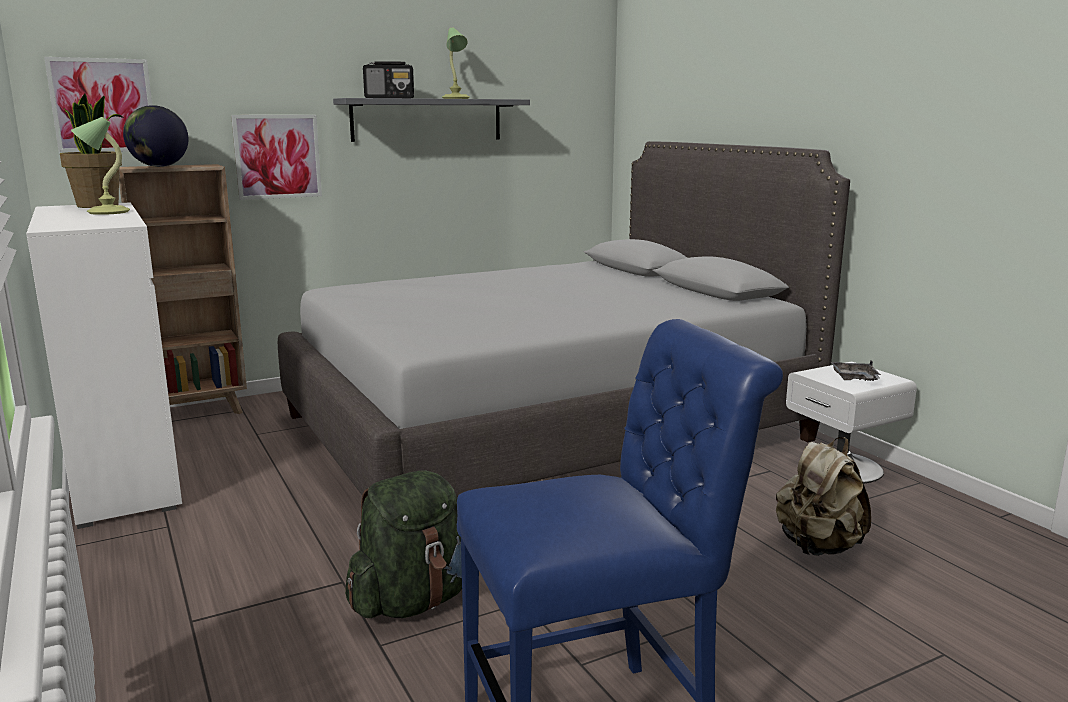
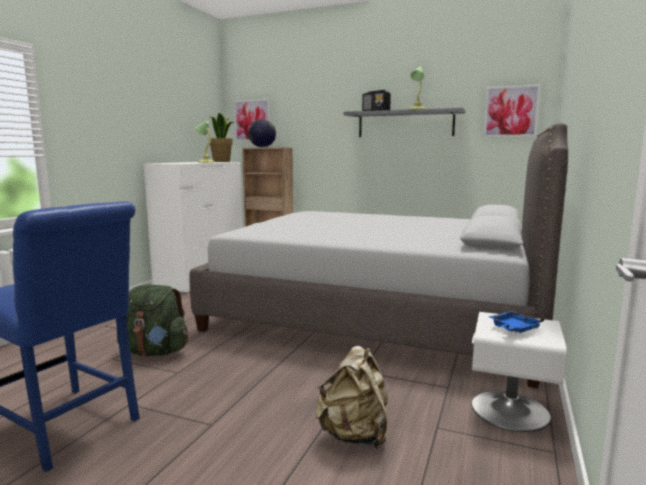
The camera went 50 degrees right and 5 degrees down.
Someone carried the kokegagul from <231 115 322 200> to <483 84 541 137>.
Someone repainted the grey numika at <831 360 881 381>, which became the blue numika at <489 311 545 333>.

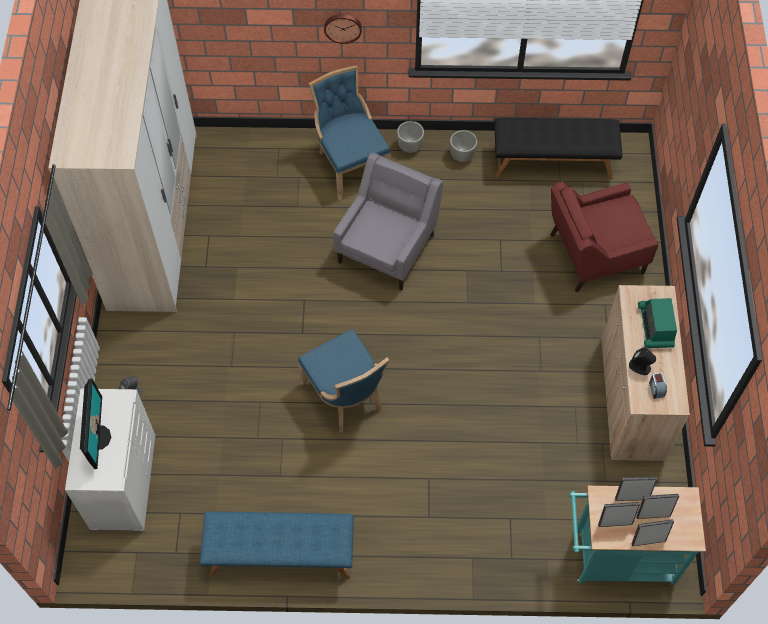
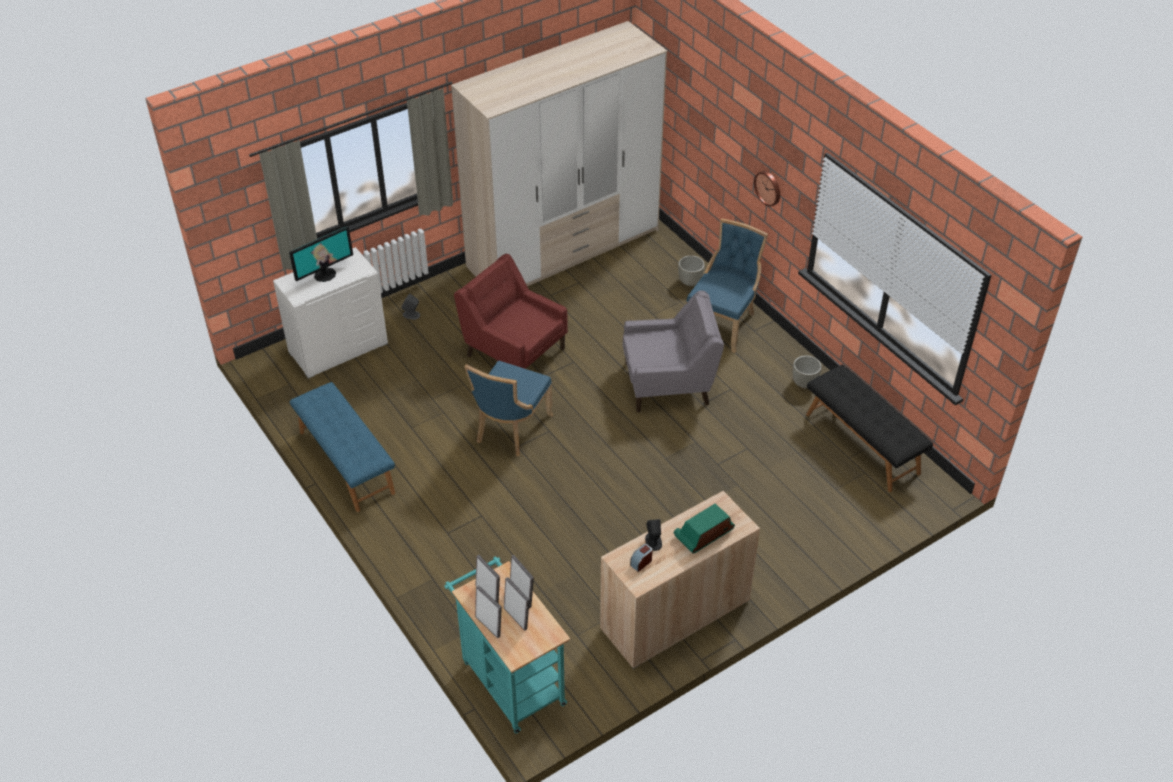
The camera went 55 degrees right and 15 degrees down.
Someone carried the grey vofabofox from <397 121 424 153> to <678 256 705 286>.
Someone carried the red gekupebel from <550 182 658 292> to <454 254 568 369>.

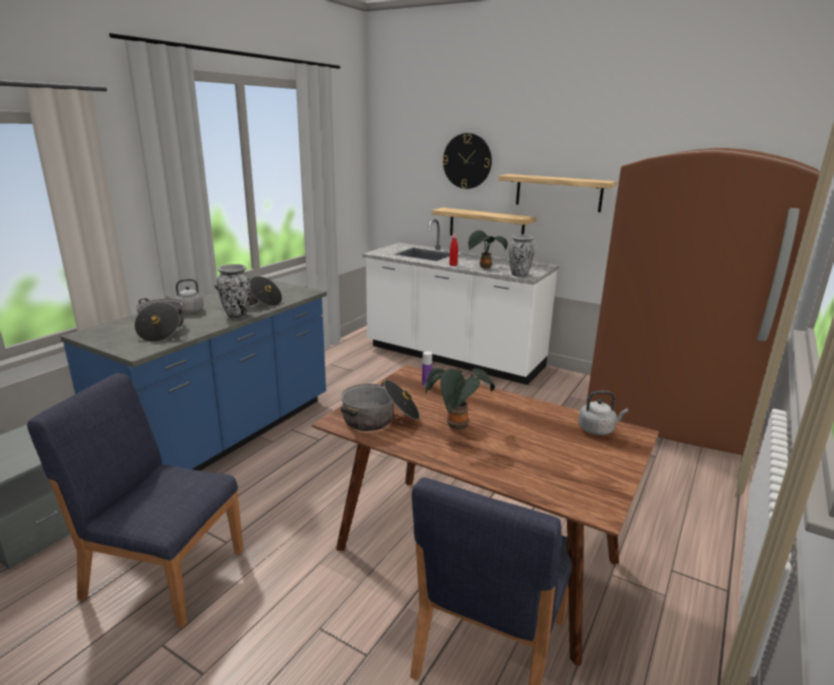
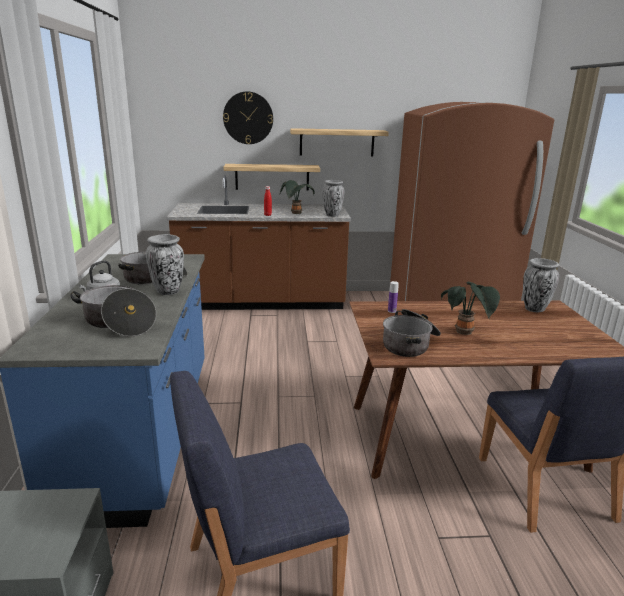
The camera went 35 degrees left and 0 degrees up.
Someone swapped the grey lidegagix at <578 391 628 435> for the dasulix at <523 258 559 312>.
Someone repainted the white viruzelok at <362 219 559 385>, which became the brown viruzelok at <167 175 351 310>.

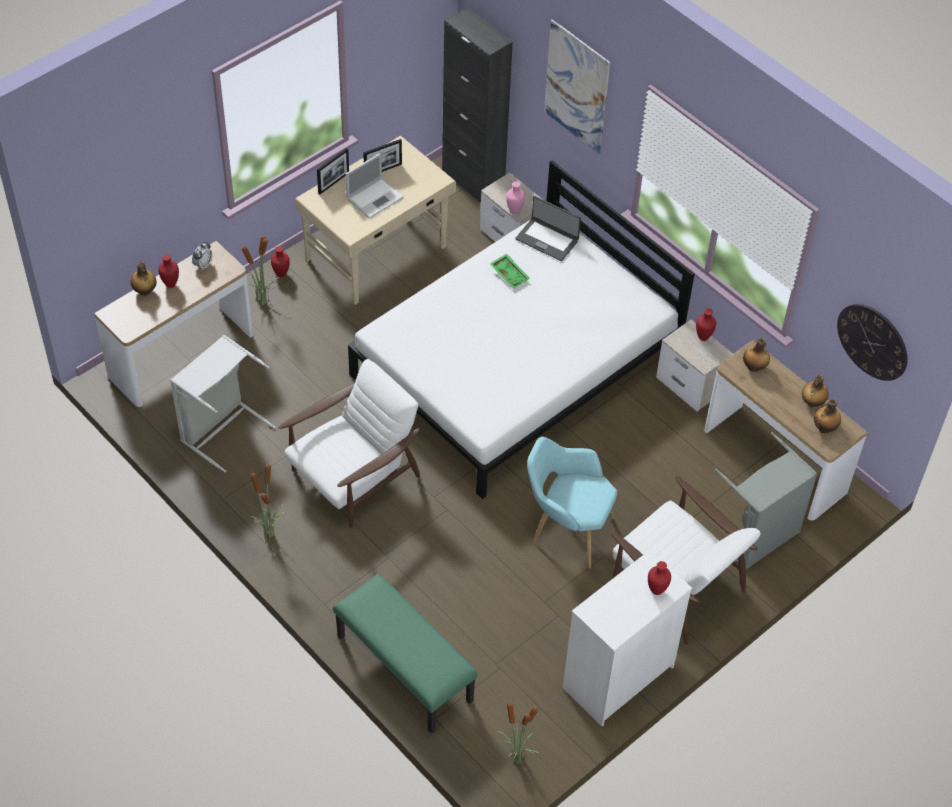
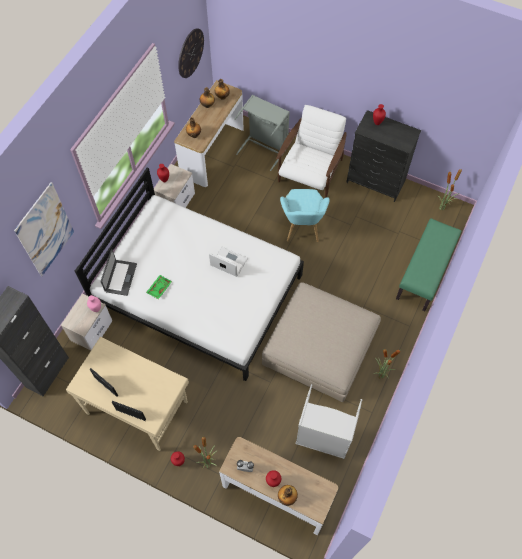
The camera went 110 degrees left and 10 degrees up.
Someone carried the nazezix from <345 153 404 219> to <209 247 248 277>.
Someone swapped the white gekupebel at <278 359 420 528> for the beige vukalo at <262 282 381 402>.
Someone repainted the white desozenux at <563 550 692 726>, which became the black desozenux at <346 110 421 202>.

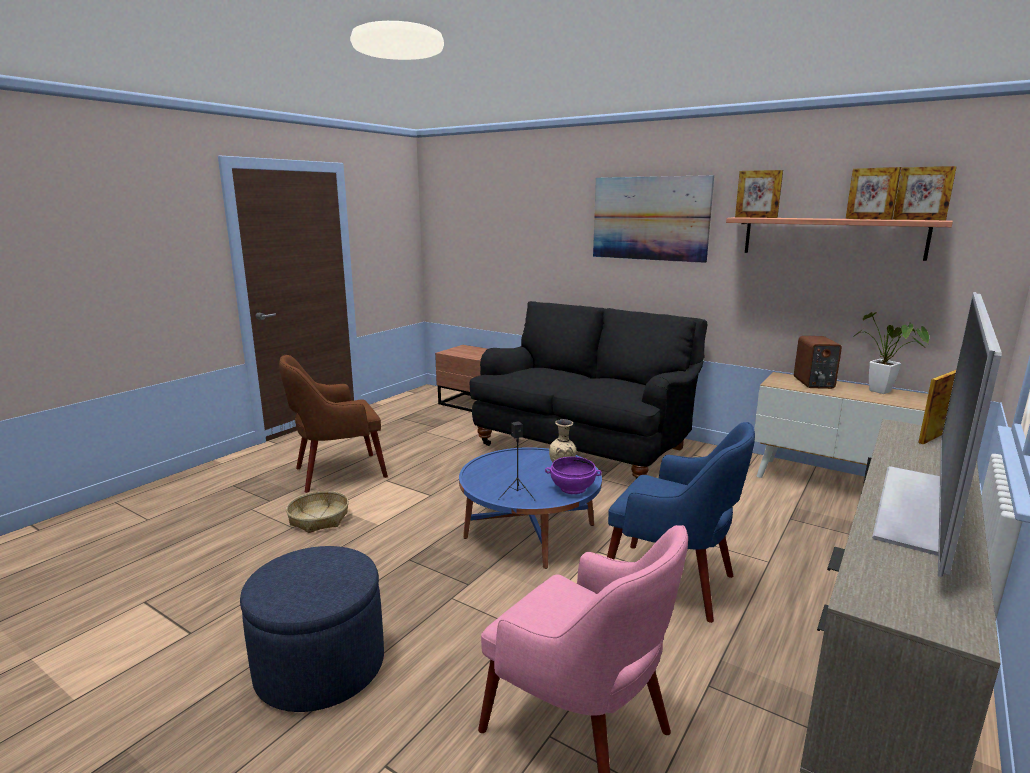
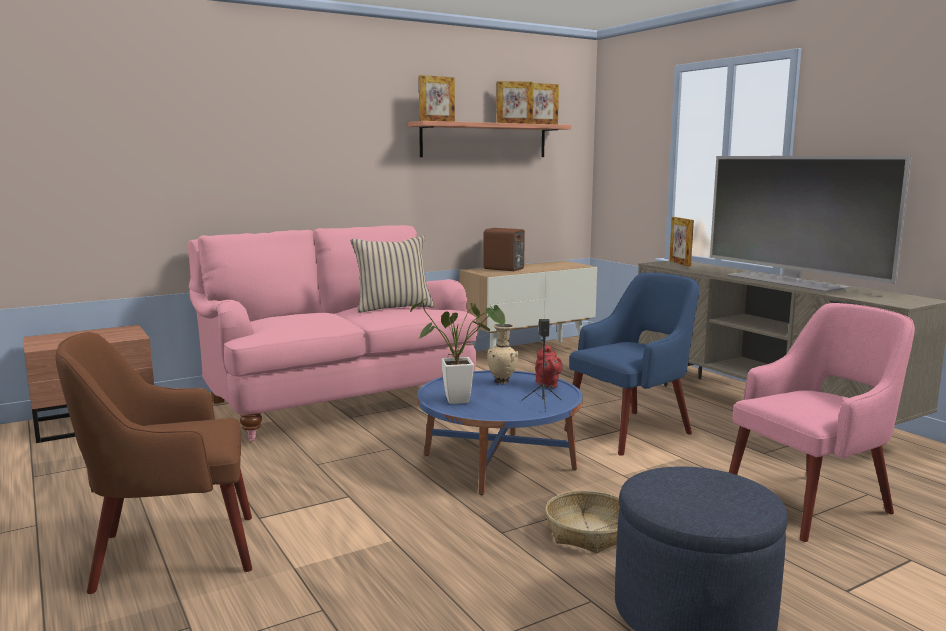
The camera went 65 degrees left and 5 degrees down.
Someone took away the kokegagul at <593 175 714 263>.
Someone put down the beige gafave at <350 235 434 312>.
Someone carried the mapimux from <286 491 349 533> to <545 491 620 554>.
Someone carried the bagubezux from <852 312 929 394> to <410 298 505 404>.
Someone swapped the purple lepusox at <545 457 602 494> for the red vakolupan at <535 345 563 388>.
Someone repainted the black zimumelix at <470 301 708 479>, which became the pink zimumelix at <187 225 477 442>.
Someone rotated the brown gekupebel at <279 355 388 493> by 75 degrees clockwise.

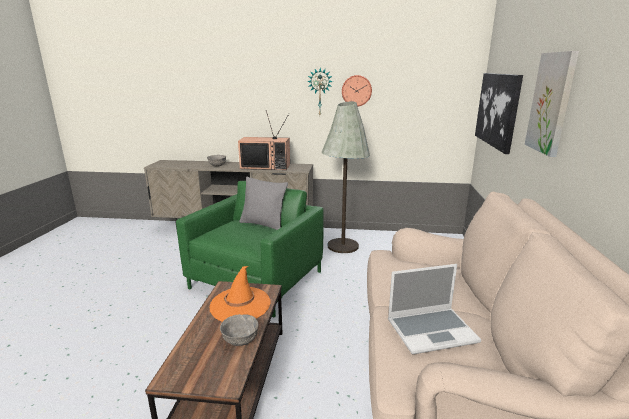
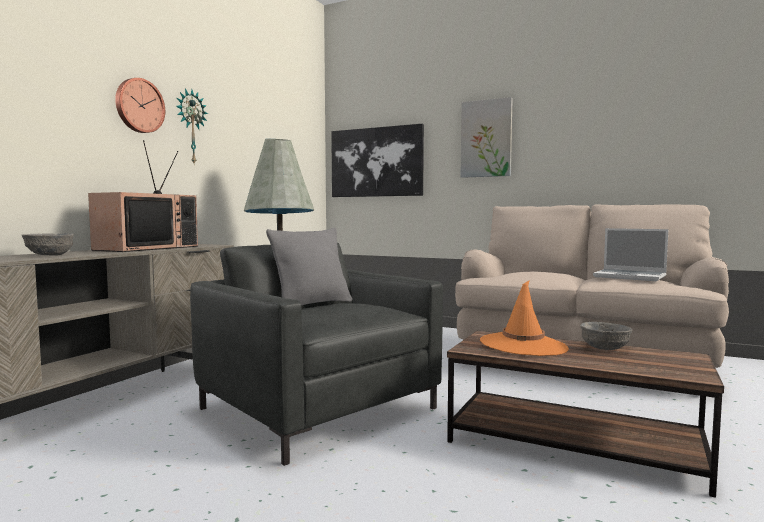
The camera went 70 degrees left and 15 degrees down.
Someone carried the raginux from <342 75 372 106> to <115 78 165 133>.
Someone repainted the green gekupebel at <176 181 324 317>, which became the grey gekupebel at <190 243 443 466>.
Someone rotated the nazezix at <388 264 481 354> by 120 degrees clockwise.

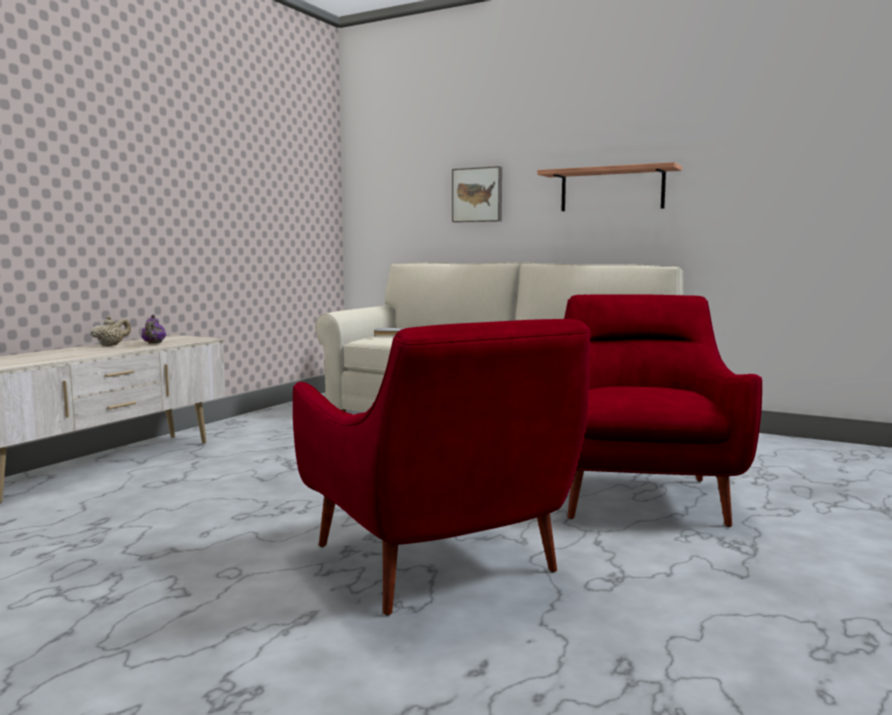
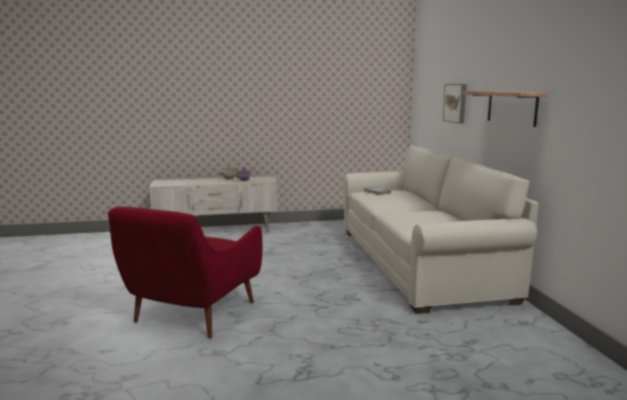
The camera went 50 degrees right and 5 degrees up.
Someone took away the red gekupebel at <564 294 762 527>.

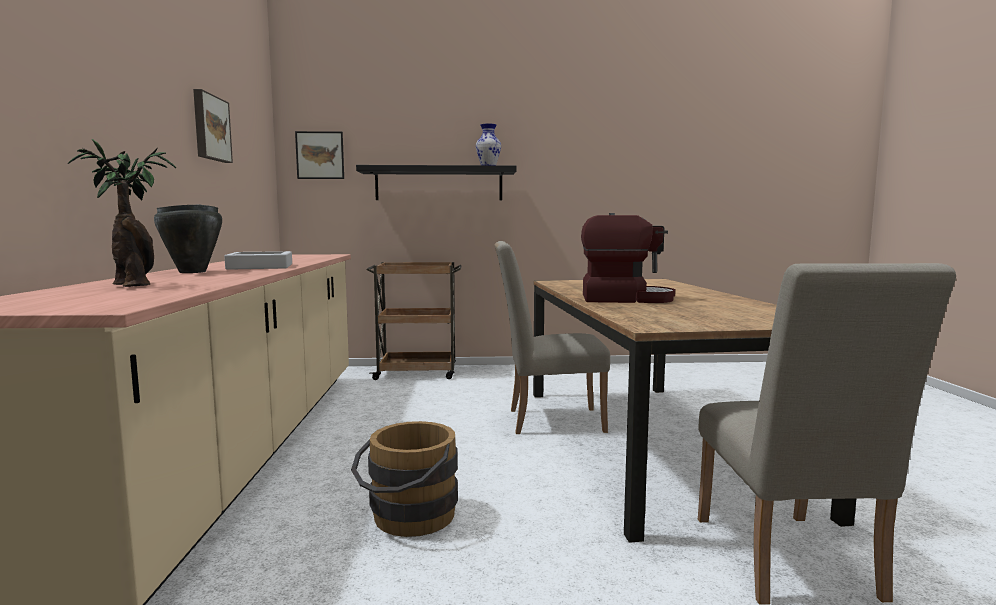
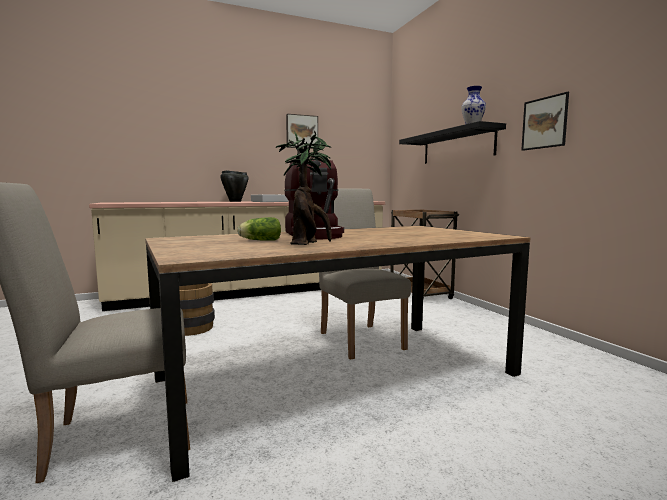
The camera went 70 degrees right and 0 degrees up.
Someone put down the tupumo at <237 217 281 241>.
Someone carried the bagubezux from <68 139 176 287> to <275 131 332 245>.
Someone carried the kokegagul from <295 131 344 179> to <521 92 569 151>.

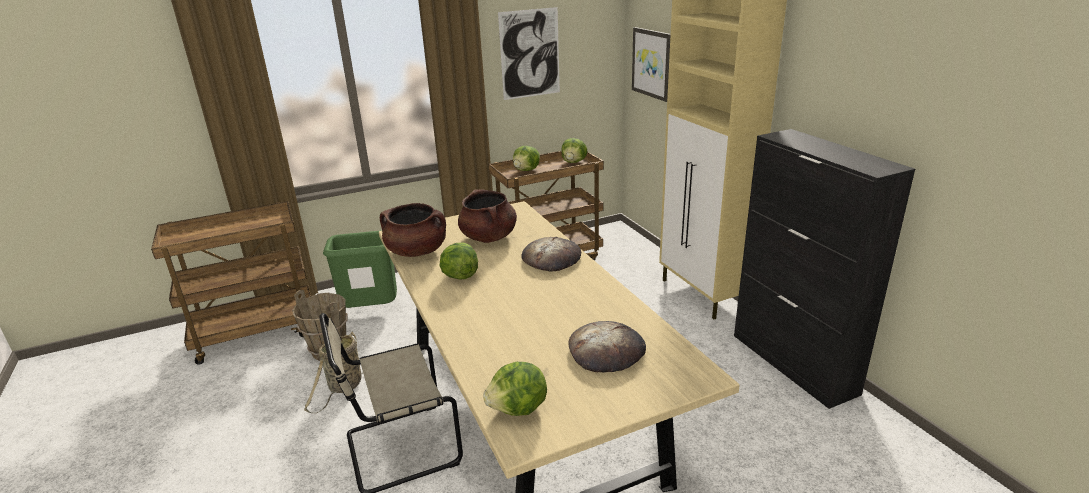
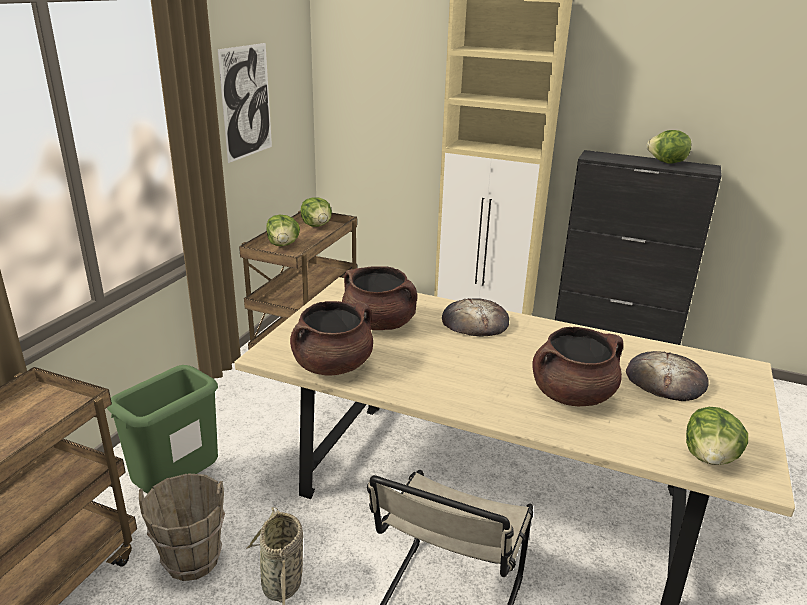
The camera went 45 degrees left and 0 degrees up.
Someone took away the kokegagul at <632 27 671 102>.
Someone put down the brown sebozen at <533 327 623 406>.
Someone carried the tupumo from <440 242 478 280> to <647 130 692 164>.

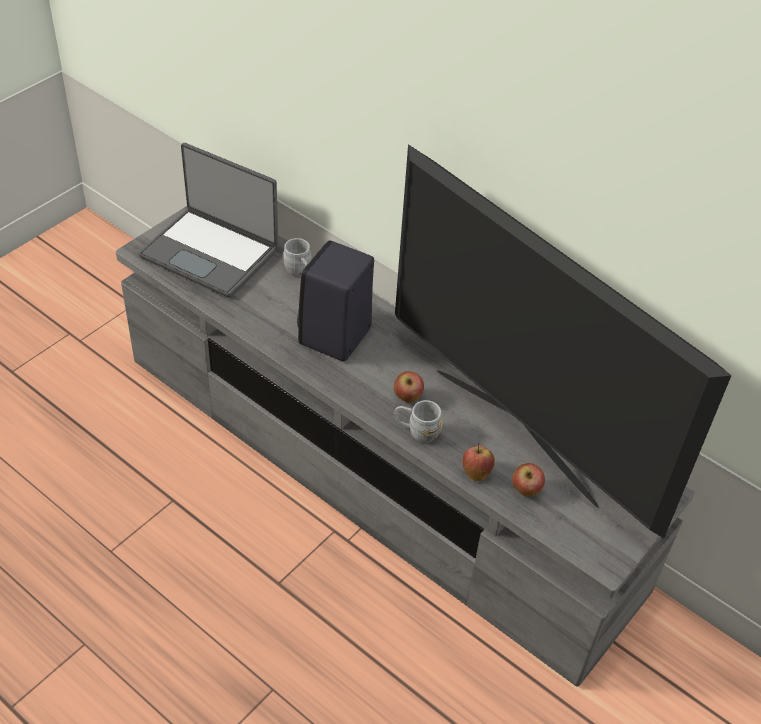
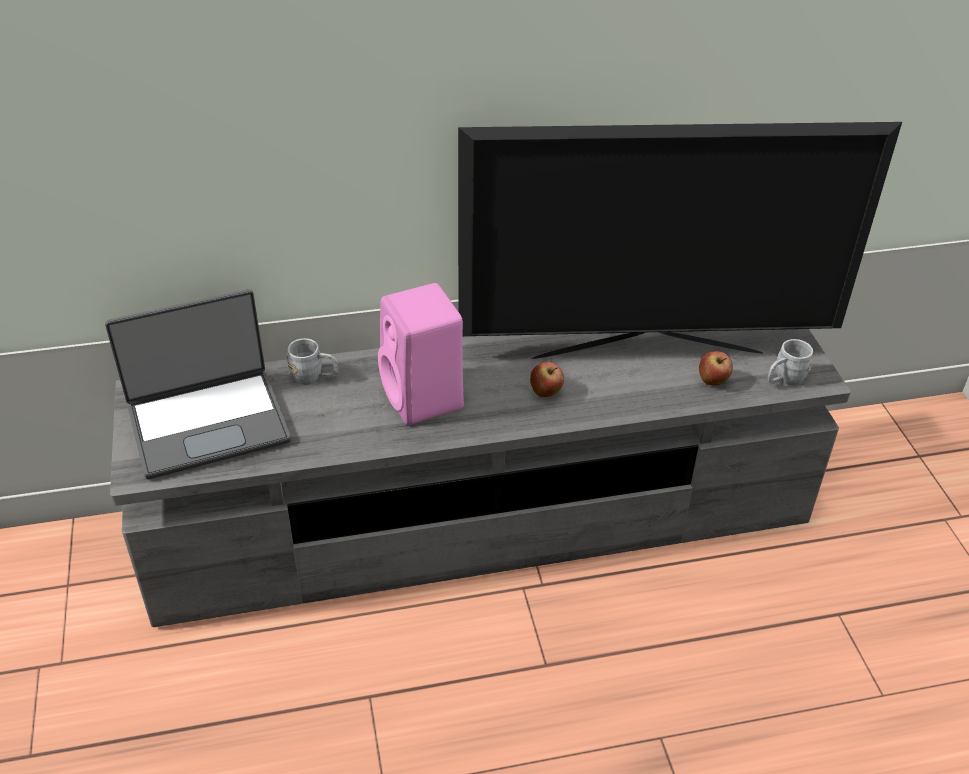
The camera went 50 degrees left and 5 degrees down.
Someone took away the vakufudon at <462 443 495 481>.
Someone carried the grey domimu from <394 400 443 443> to <768 339 813 385>.
Someone repainted the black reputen at <297 241 374 361>, which became the pink reputen at <378 283 464 425>.

